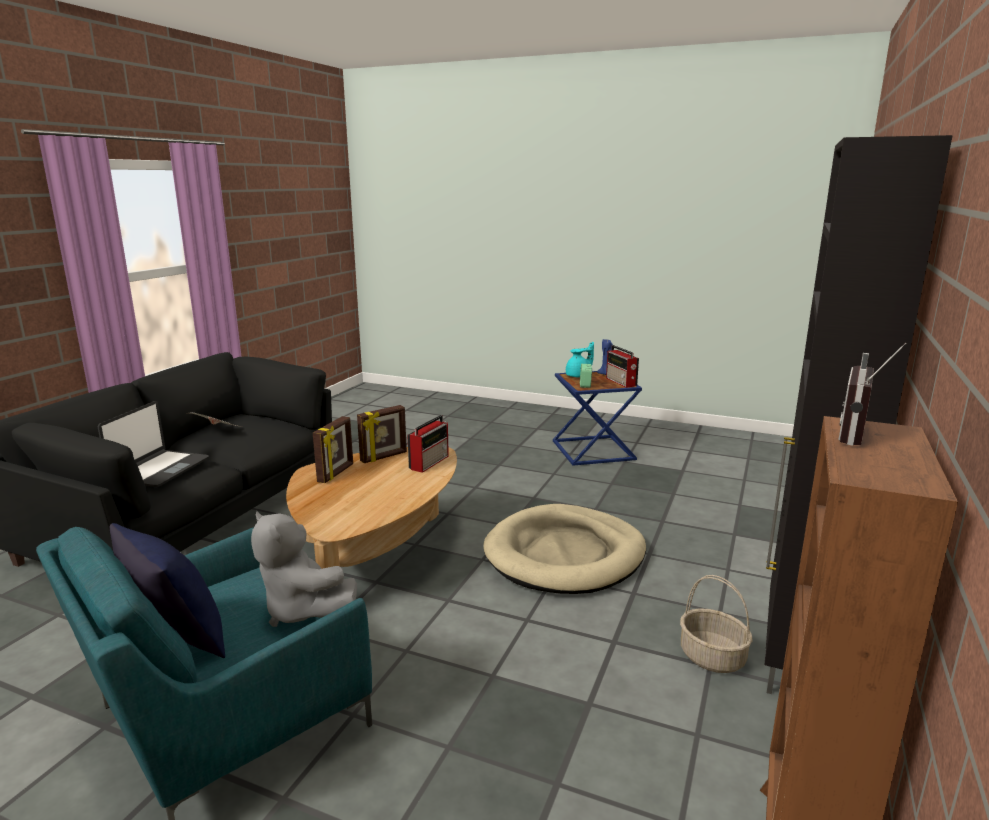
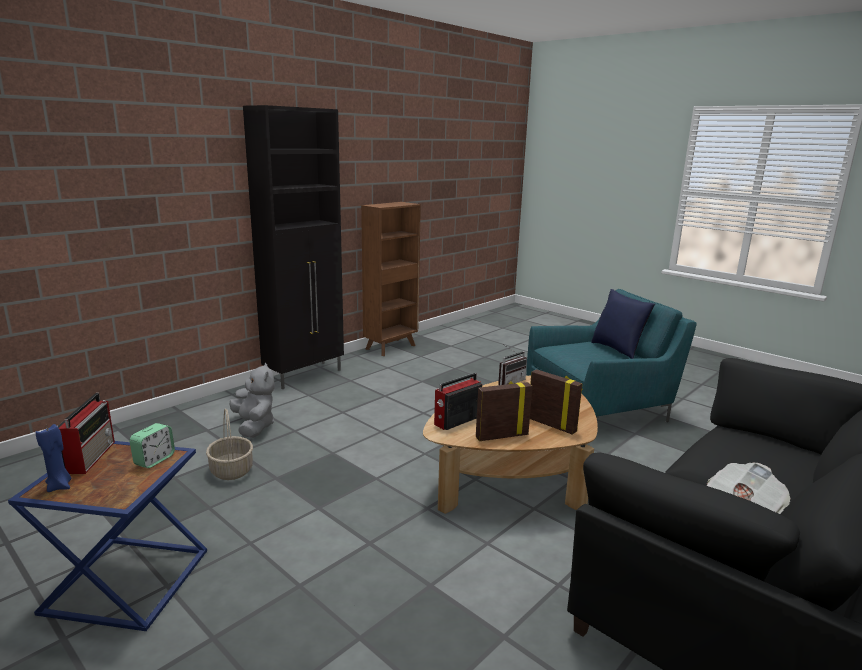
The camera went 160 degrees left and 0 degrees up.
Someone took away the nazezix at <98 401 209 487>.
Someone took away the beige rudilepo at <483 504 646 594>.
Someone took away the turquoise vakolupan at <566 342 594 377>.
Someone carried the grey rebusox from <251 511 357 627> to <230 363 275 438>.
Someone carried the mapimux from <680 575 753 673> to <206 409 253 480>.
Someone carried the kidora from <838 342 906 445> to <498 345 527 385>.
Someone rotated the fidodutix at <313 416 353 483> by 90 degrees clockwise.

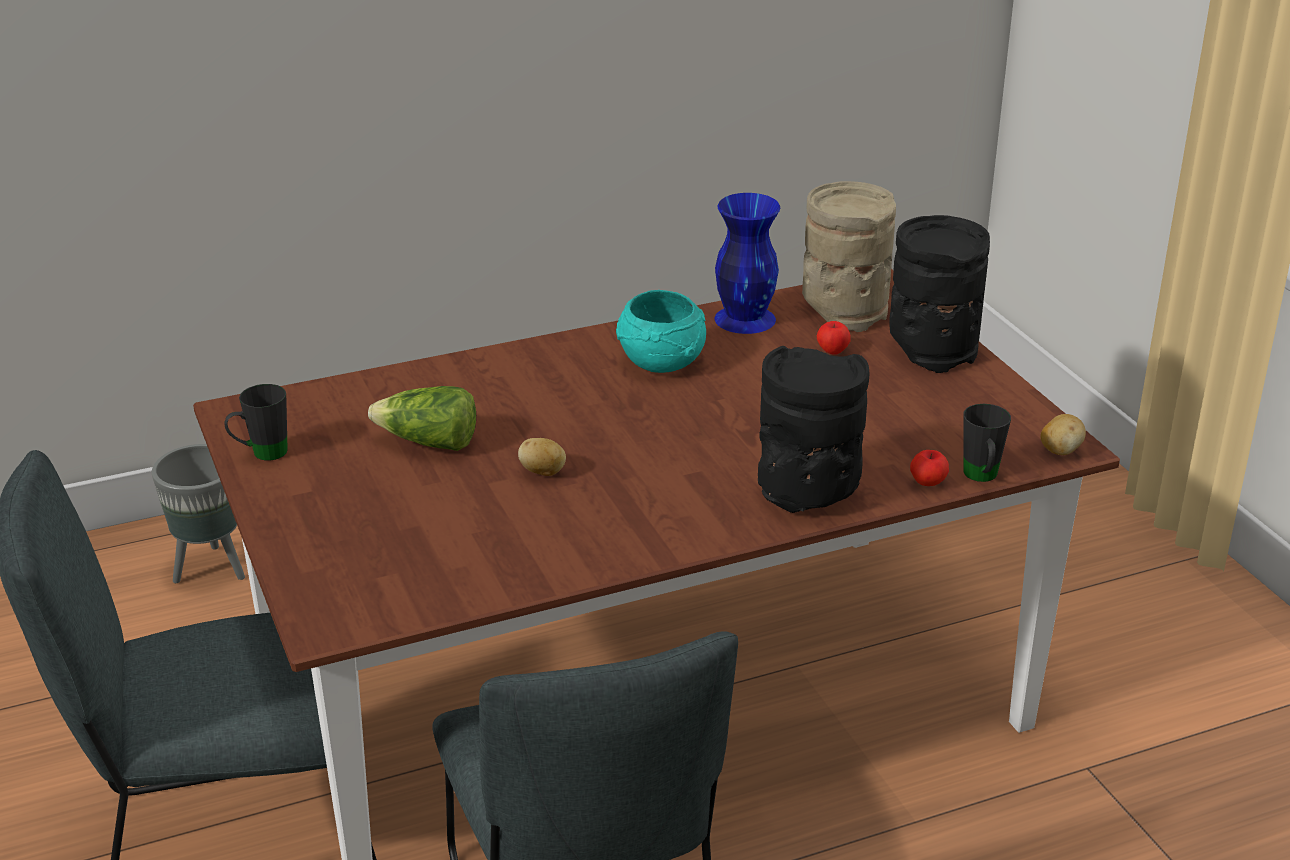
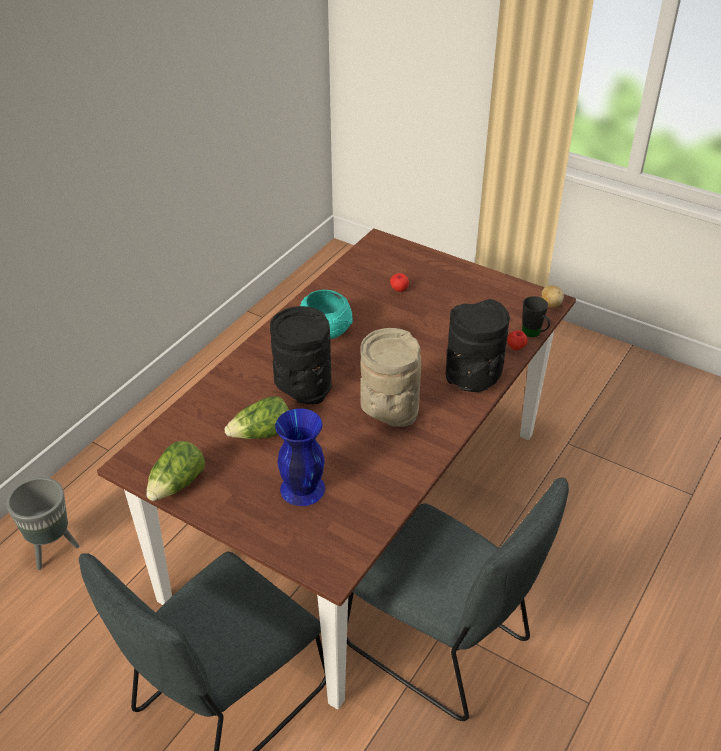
The camera went 35 degrees left and 10 degrees up.
Someone took away the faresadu at <518 438 566 476>.
Someone carried the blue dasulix from <715 193 780 334> to <275 408 325 506>.
Someone carried the beige dasulix from <802 181 896 332> to <360 328 421 427>.
Someone carried the black dasulix from <889 215 990 373> to <270 306 332 405>.
Someone swapped the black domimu at <224 384 288 460> for the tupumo at <146 441 205 501>.

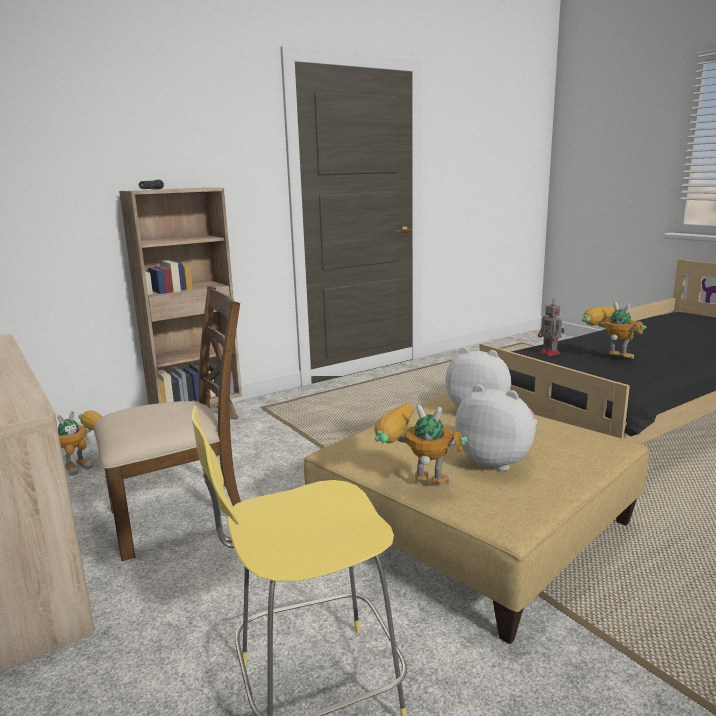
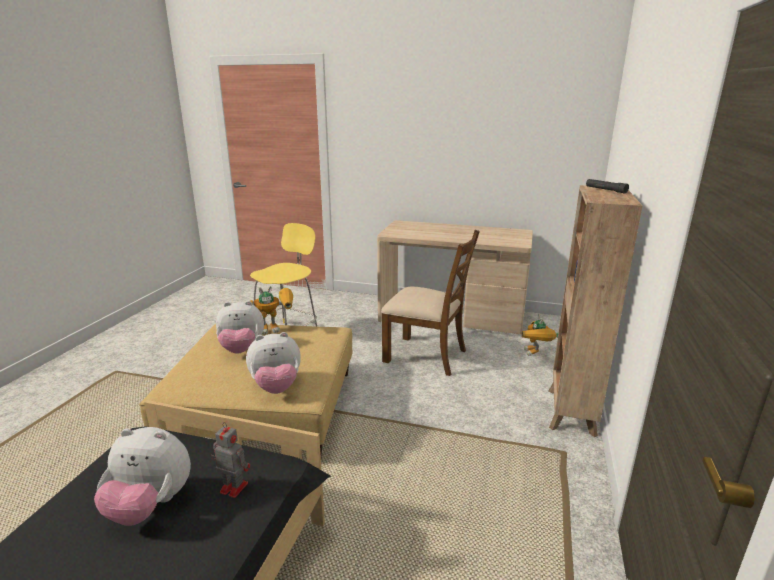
The camera went 140 degrees right and 5 degrees up.
Someone swapped the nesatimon at <582 302 647 359> for the rebusox at <94 427 191 526>.
Someone rotated the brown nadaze at <94 286 241 561> by 90 degrees counterclockwise.

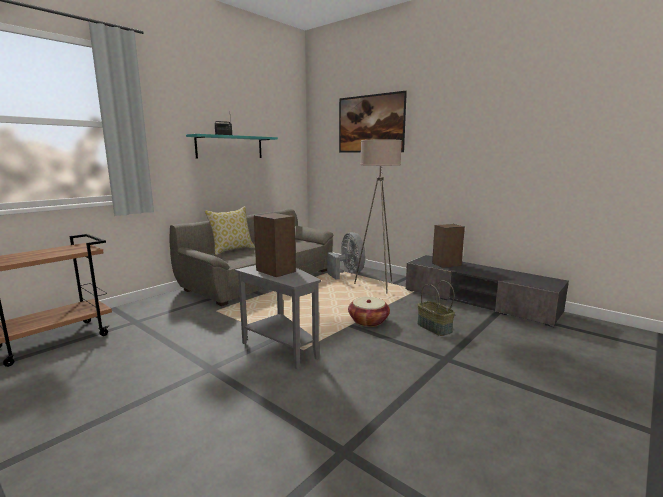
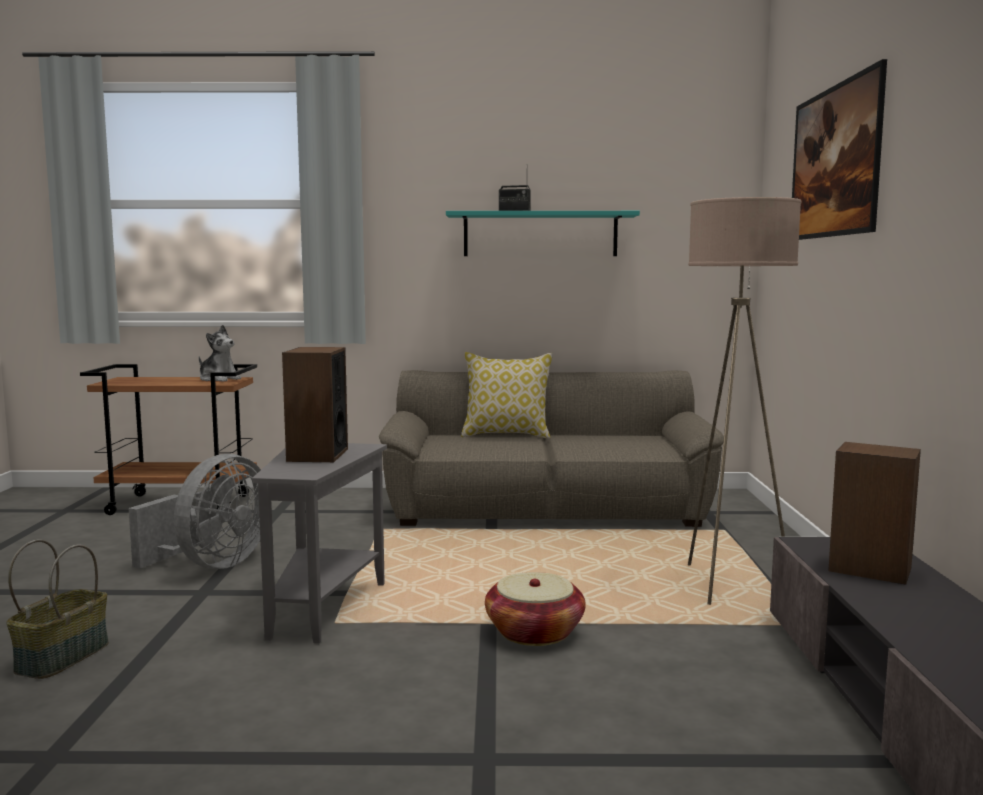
The camera went 50 degrees right and 5 degrees down.
Someone put down the rebusox at <199 325 241 382>.
Someone carried the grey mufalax from <327 232 365 280> to <128 454 261 569>.
Someone carried the mapimux from <417 281 455 336> to <6 539 109 679>.

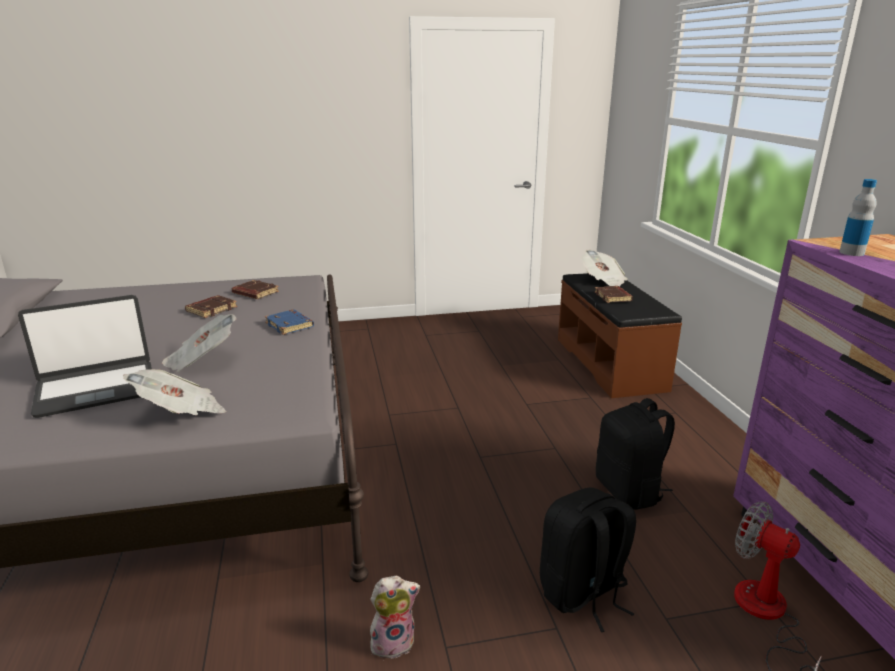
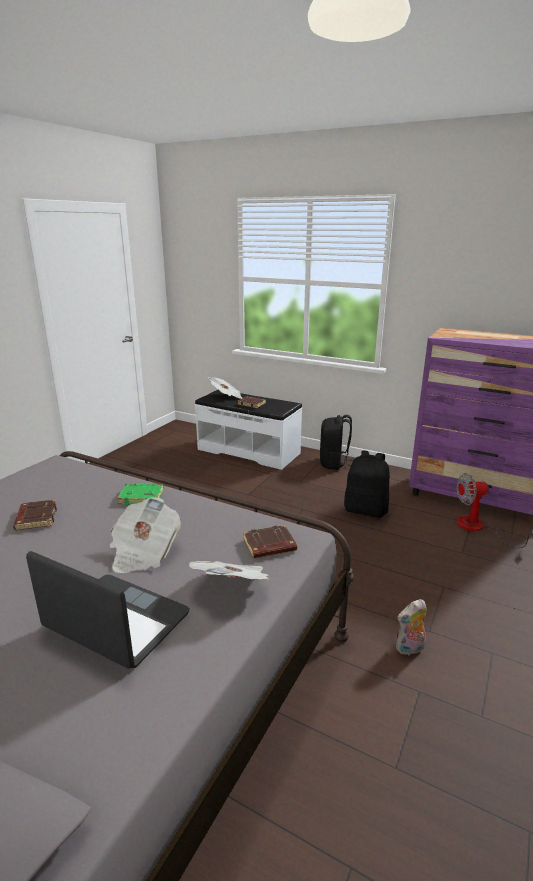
The camera went 50 degrees left and 0 degrees up.
Someone took away the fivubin at <839 179 877 256>.
Someone carried the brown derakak from <232 280 279 299> to <243 525 297 559>.
Someone carried the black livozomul from <540 487 636 632> to <320 415 354 470>.
Someone repainted the blue derakak at <265 310 314 335>, which became the green derakak at <117 483 163 505>.
Someone repainted the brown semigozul at <558 273 682 398>, which became the white semigozul at <195 390 302 470>.
Someone rotated the nazezix at <18 295 152 418> by 75 degrees counterclockwise.
Someone rotated the rebusox at <370 576 421 659> by 135 degrees counterclockwise.

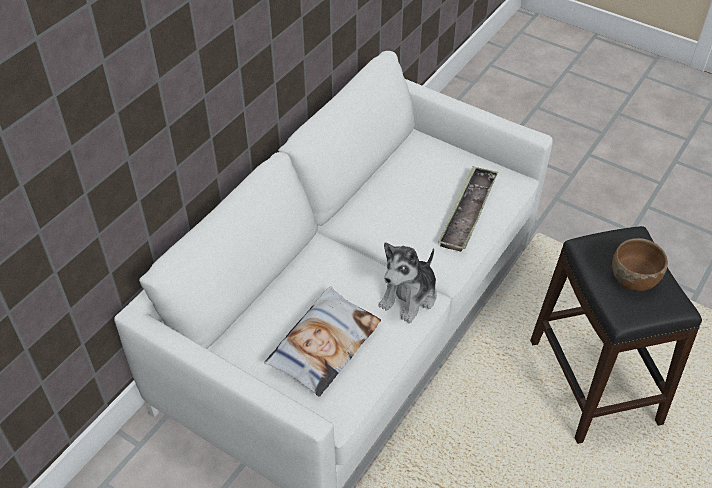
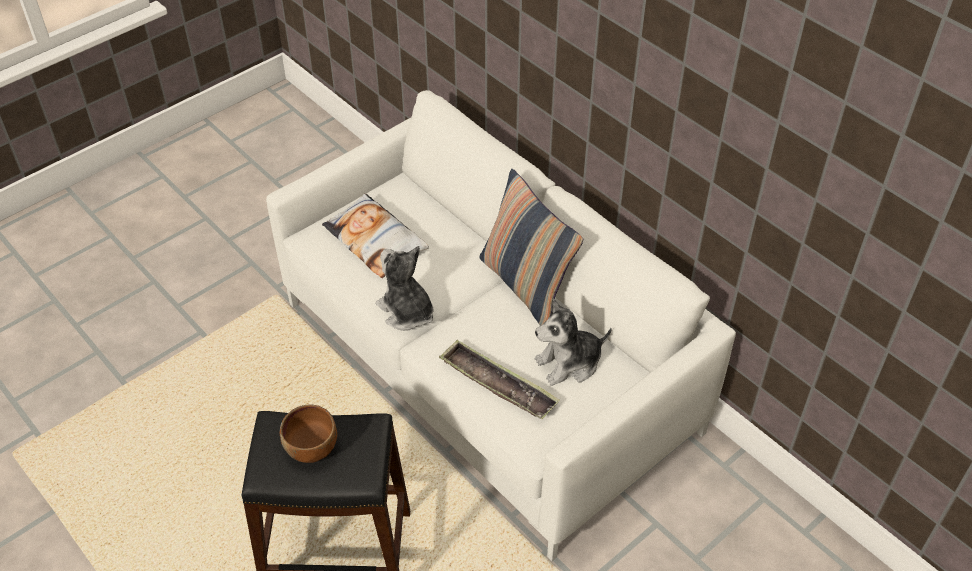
The camera went 105 degrees right and 0 degrees up.
Someone put down the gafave at <480 169 583 326>.
Someone put down the rebusox at <535 299 612 386>.

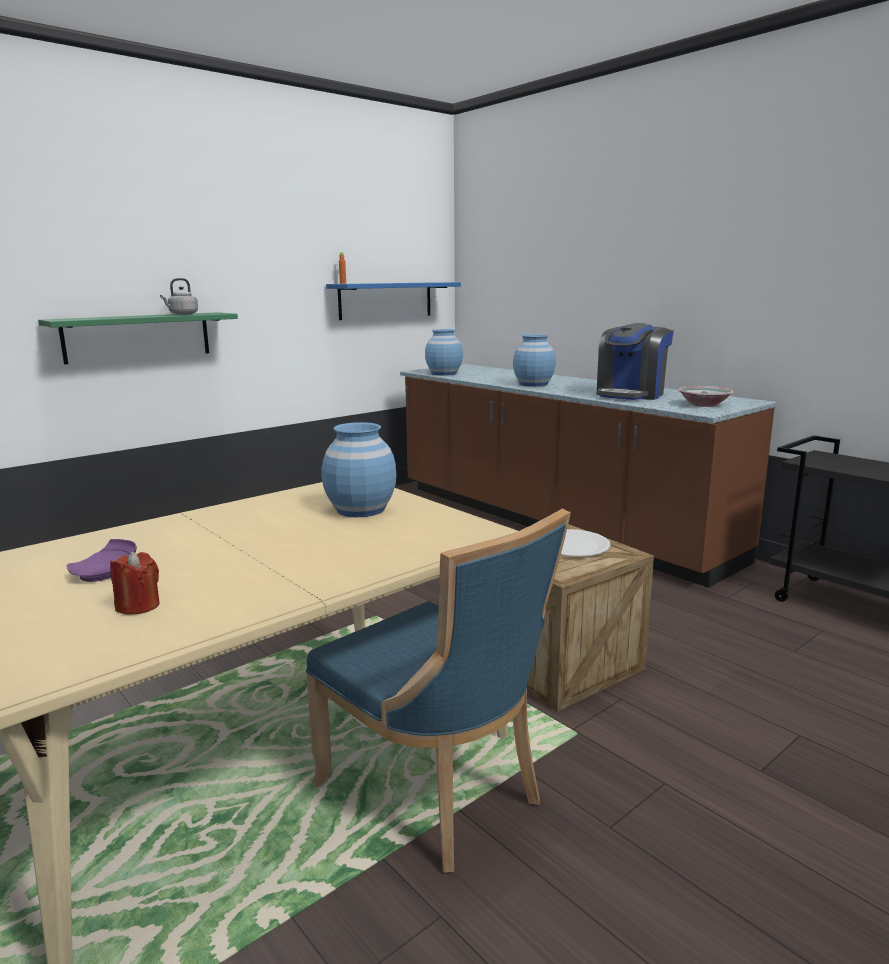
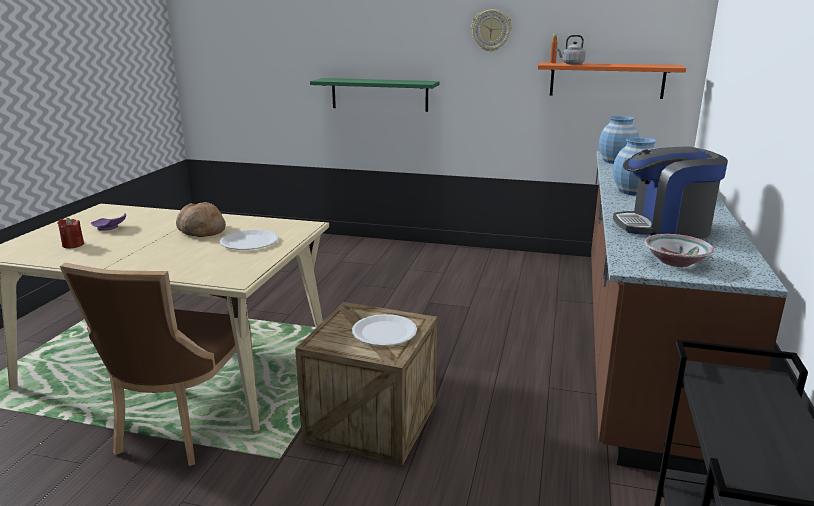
The camera went 55 degrees right and 5 degrees up.
Someone put down the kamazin at <176 202 226 237>.
Someone put up the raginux at <472 9 512 52>.
Someone carried the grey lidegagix from <160 278 198 315> to <556 35 586 64>.
Someone swapped the blue dasulix at <322 422 396 517> for the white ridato at <220 229 279 250>.
Someone repainted the blue nadaze at <306 509 571 873>, which became the brown nadaze at <60 263 258 466>.
Someone repainted the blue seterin at <326 282 461 320>, which became the orange seterin at <538 62 686 99>.

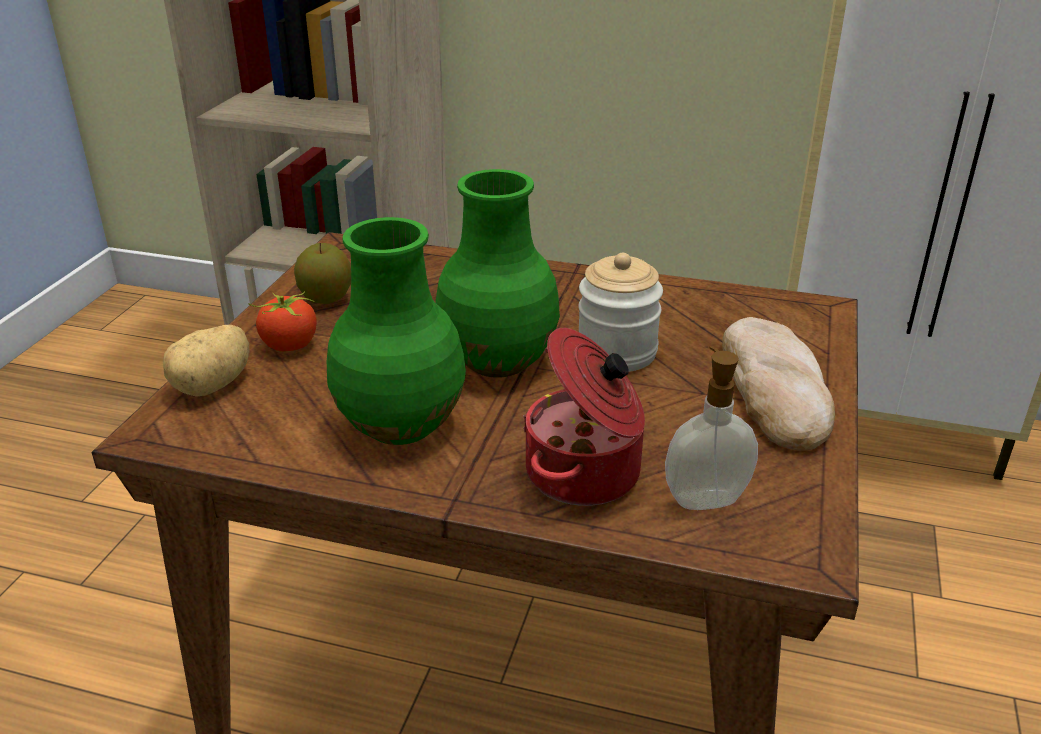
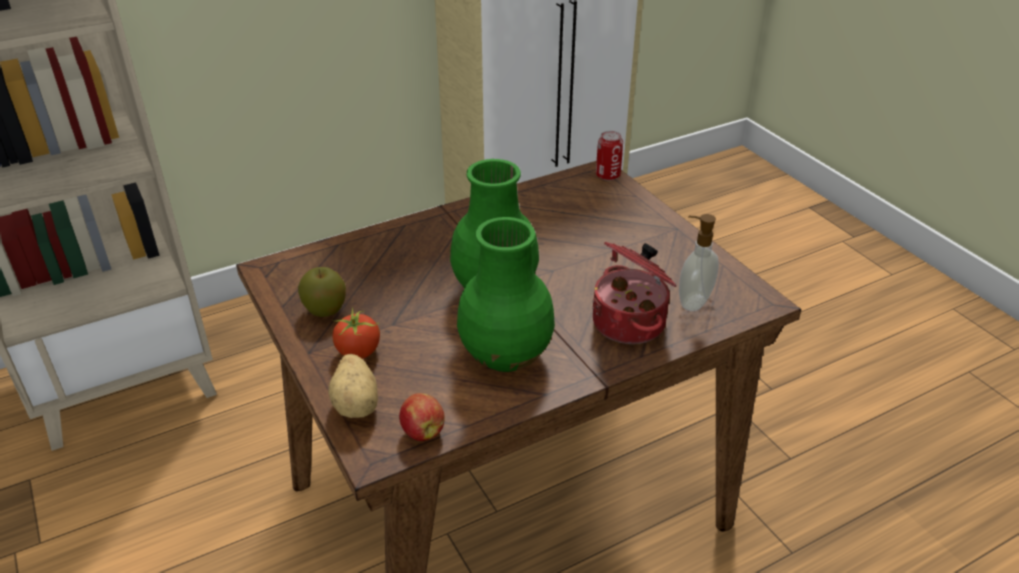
The camera went 45 degrees left and 5 degrees up.
Someone took away the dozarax at <579 253 663 372>.
Someone took away the kamazin at <722 317 835 451>.
Someone put down the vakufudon at <399 393 445 441>.
Someone put down the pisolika at <596 131 623 181>.

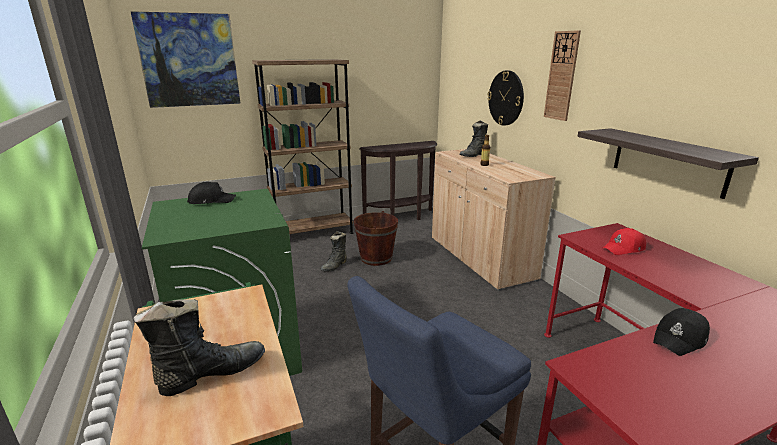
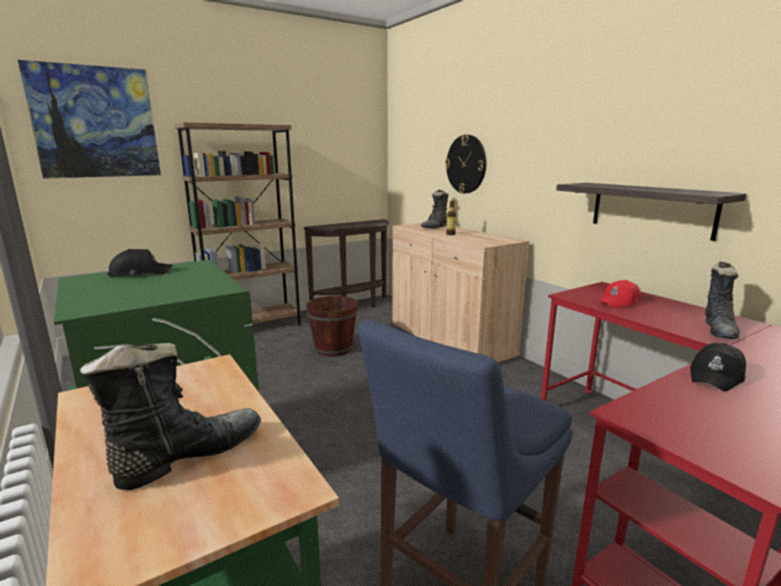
The camera went 10 degrees left and 5 degrees down.
Someone took away the raginux at <544 30 581 121>.
Someone carried the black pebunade from <320 231 347 272> to <705 261 740 339>.

